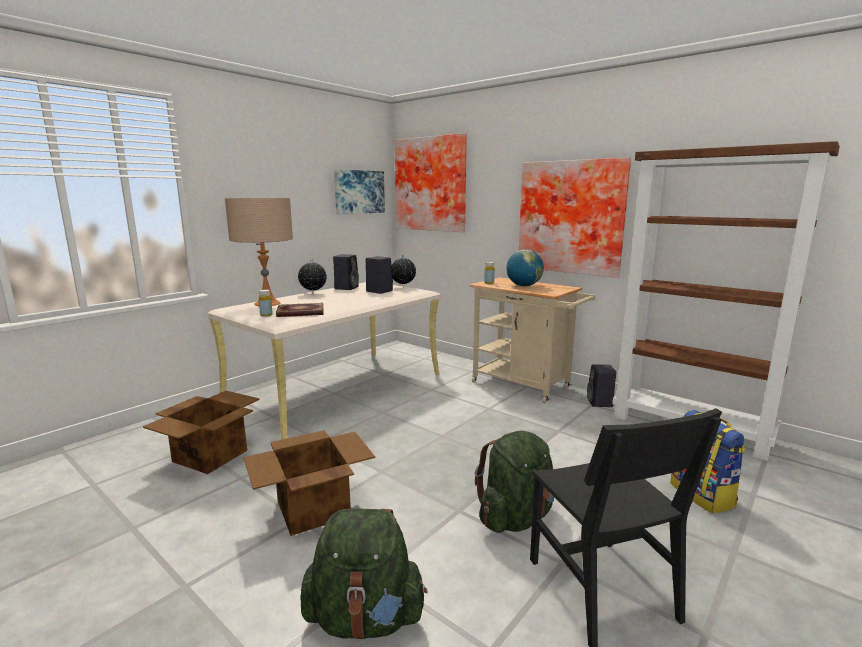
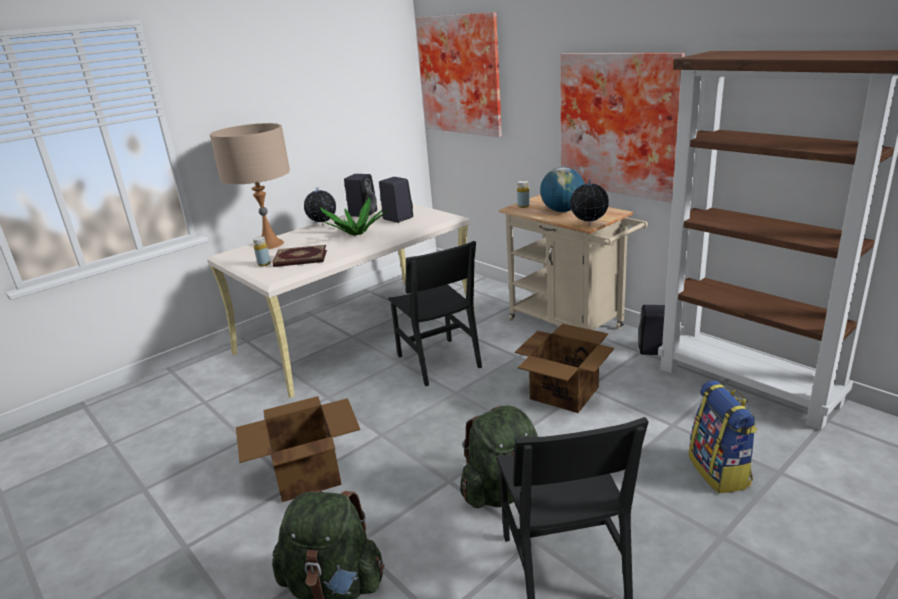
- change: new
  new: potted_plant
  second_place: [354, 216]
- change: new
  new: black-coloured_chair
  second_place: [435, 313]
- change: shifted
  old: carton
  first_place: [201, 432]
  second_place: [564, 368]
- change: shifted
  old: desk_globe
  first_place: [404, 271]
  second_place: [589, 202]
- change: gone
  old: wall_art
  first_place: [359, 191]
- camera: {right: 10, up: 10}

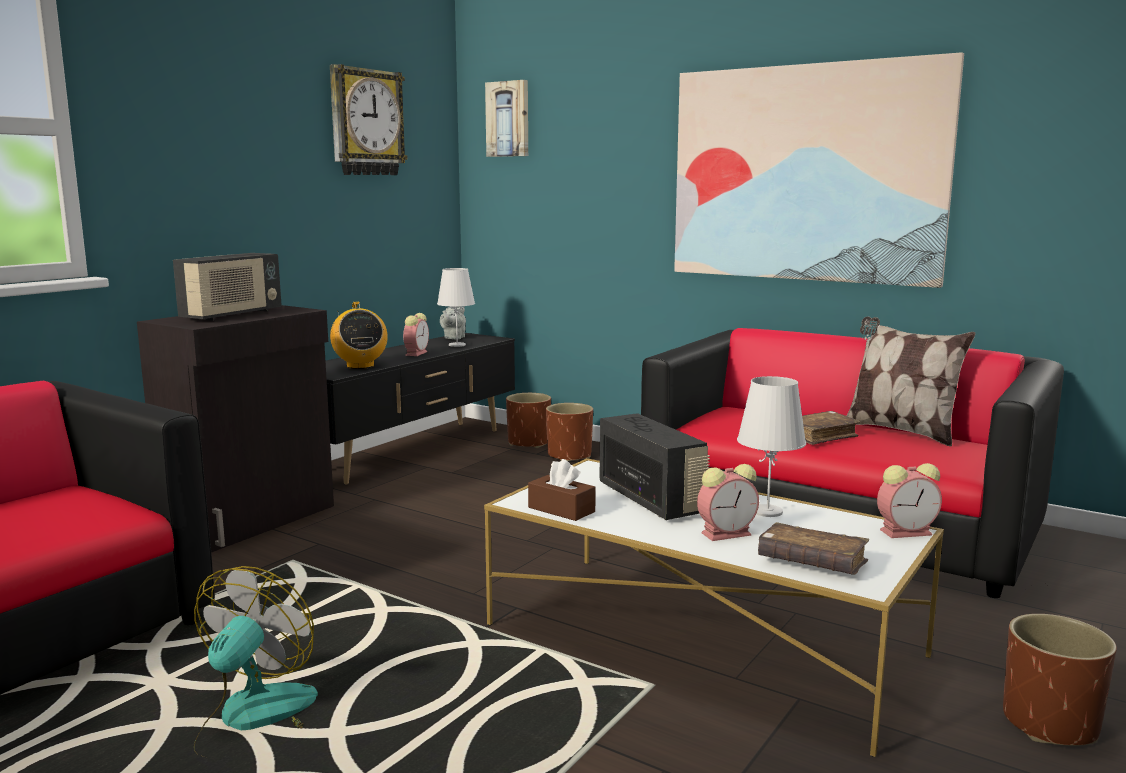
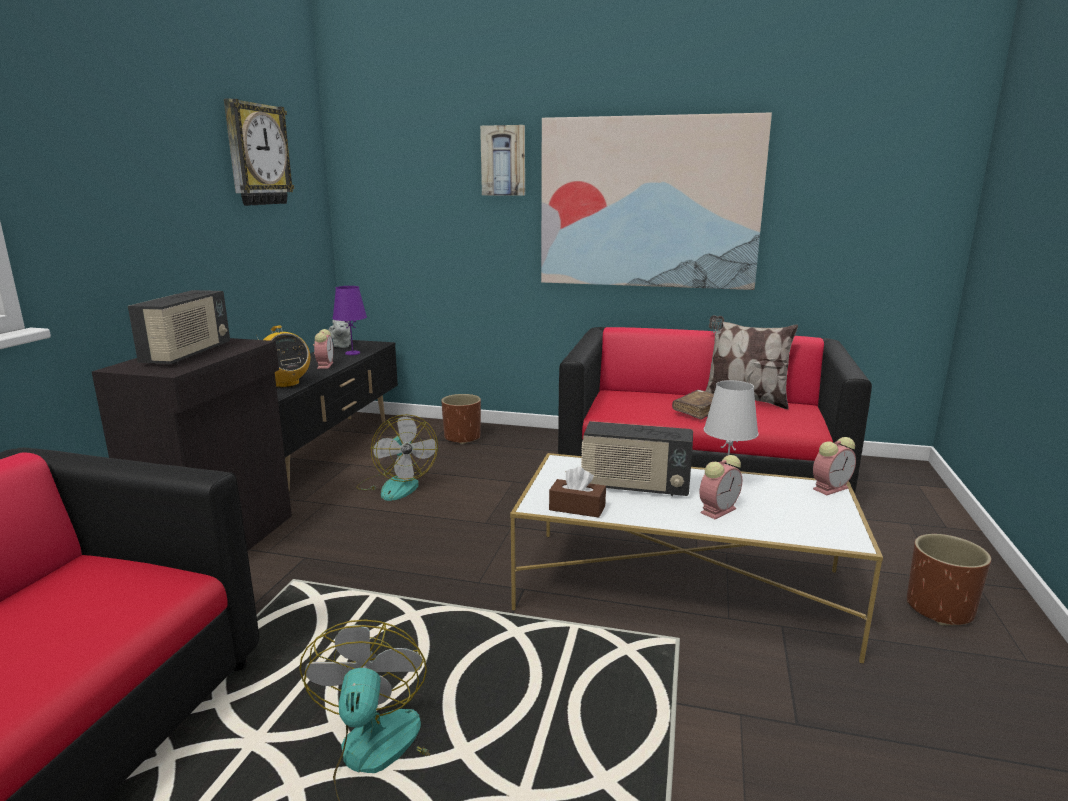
- change: repainted
  old: whitish_lamp_for_a_table
  new: purplish_lamp_for_a_table
  first_place: [456, 307]
  second_place: [349, 320]
- change: new
  new: fan
  second_place: [397, 457]
- change: shifted
  old: wall_art
  first_place: [506, 118]
  second_place: [502, 160]
- change: rotated
  old: radio_receiver
  first_place: [655, 466]
  second_place: [637, 458]
  degrees: 150
- change: gone
  old: brown-coloured_plant_pot
  first_place: [528, 420]
- change: gone
  old: brown-coloured_volume
  first_place: [813, 548]
- camera: {right: -20, up: 5}

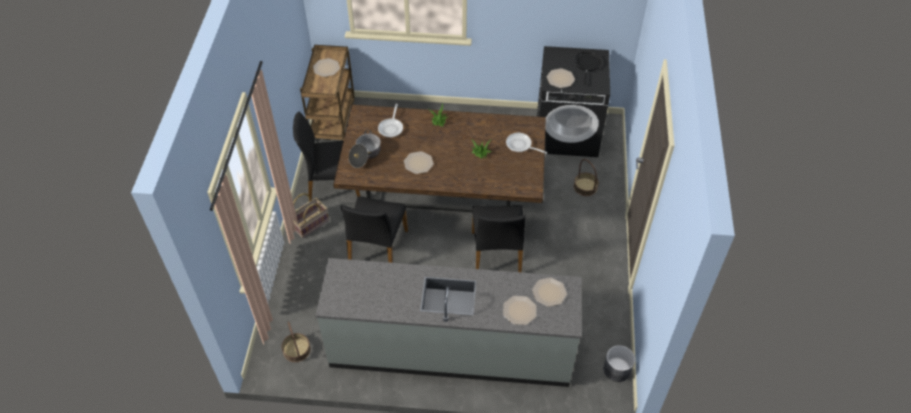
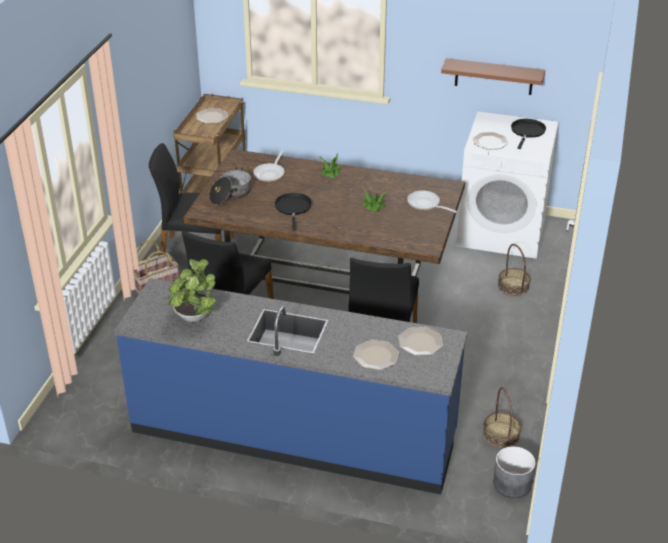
- change: repainted
  old: gray_counter
  new: blue_counter
  first_place: [449, 322]
  second_place: [290, 386]
- change: new
  new: potted_plant
  second_place: [189, 290]
- change: swapped
  old: dinner_plate
  new: black-coloured_frying_pan
  first_place: [419, 162]
  second_place: [293, 211]
- change: new
  new: brown-coloured_wall_shelf
  second_place: [493, 76]
- change: repainted
  old: black-coloured_laundry_machine
  new: whitish_laundry_machine
  first_place: [573, 101]
  second_place: [507, 185]
- change: shifted
  old: household_basket
  first_place: [296, 341]
  second_place: [502, 417]
- camera: {right: 10, up: -15}

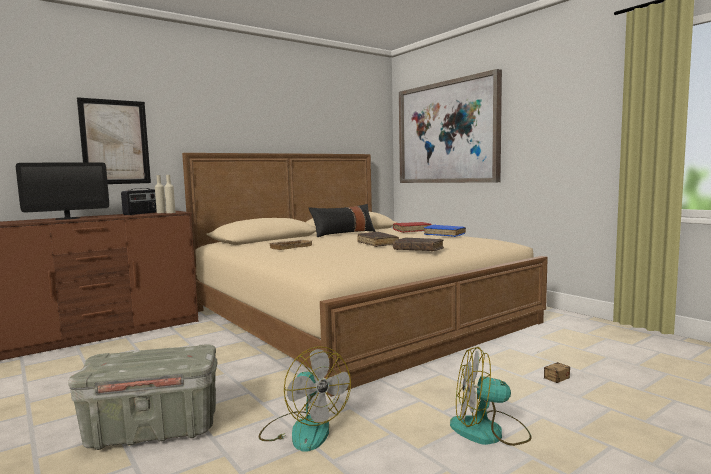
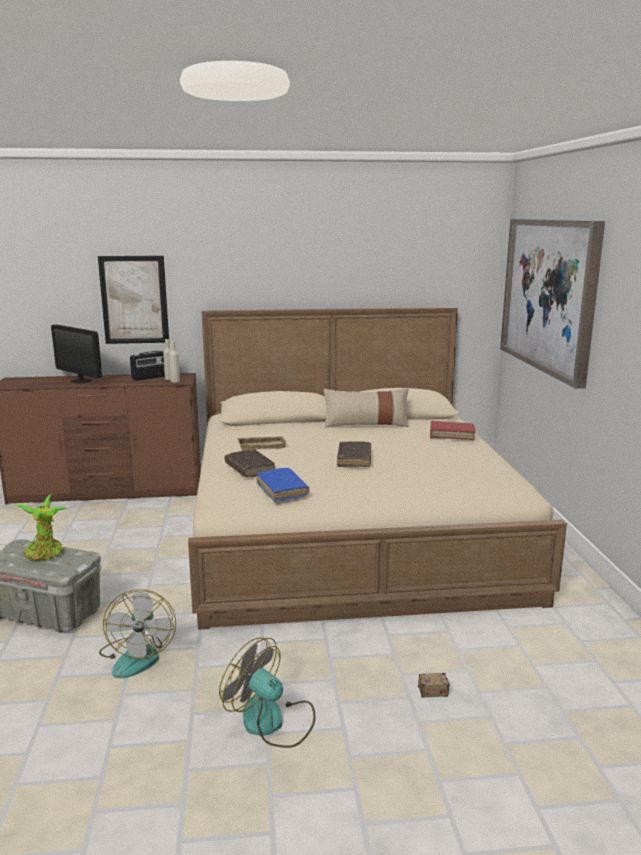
- change: new
  new: potted_plant
  second_place: [40, 527]
- change: rotated
  old: monitor
  first_place: [62, 191]
  second_place: [76, 353]
  degrees: 45
- change: shifted
  old: brown-coloured_volume
  first_place: [418, 244]
  second_place: [250, 463]
- change: shifted
  old: blue_volume
  first_place: [445, 230]
  second_place: [283, 485]
- change: repainted
  old: black-coloured_cushion
  new: beige_cushion
  first_place: [342, 220]
  second_place: [366, 408]
- camera: {right: 30, up: 10}

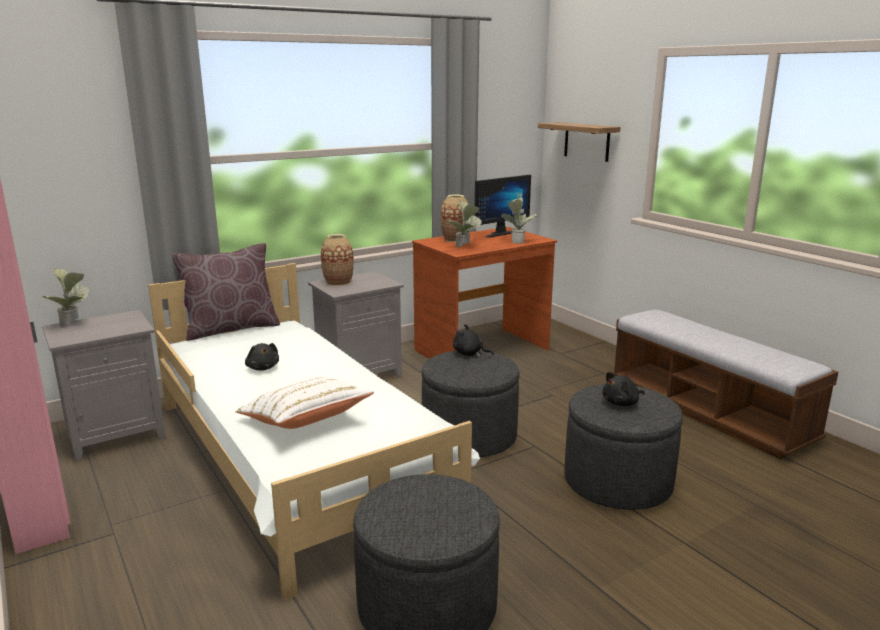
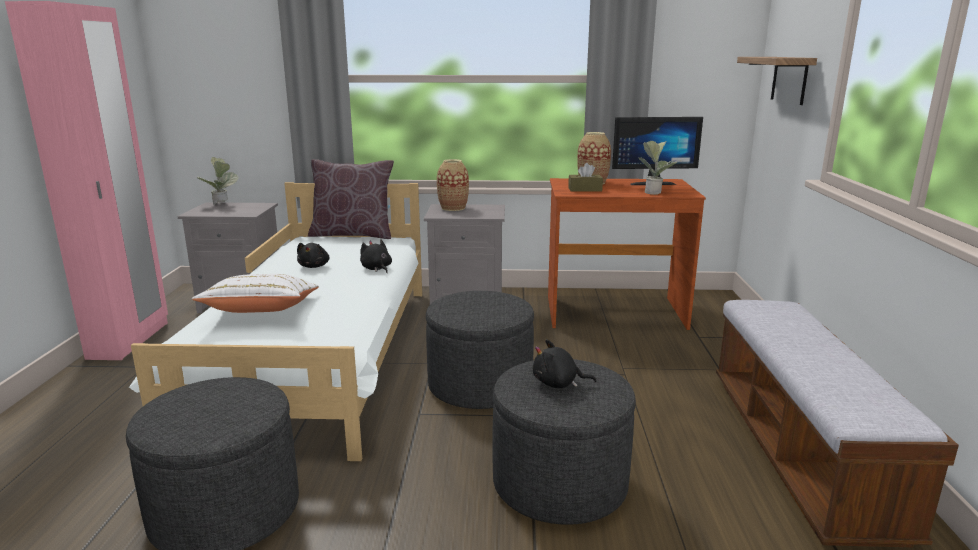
- change: shifted
  old: black-coloured_soft_toy
  first_place: [473, 340]
  second_place: [376, 256]
- change: swapped
  old: potted_plant
  new: brown-coloured_tissue_box
  first_place: [464, 223]
  second_place: [585, 177]
- camera: {right: 35, up: 0}

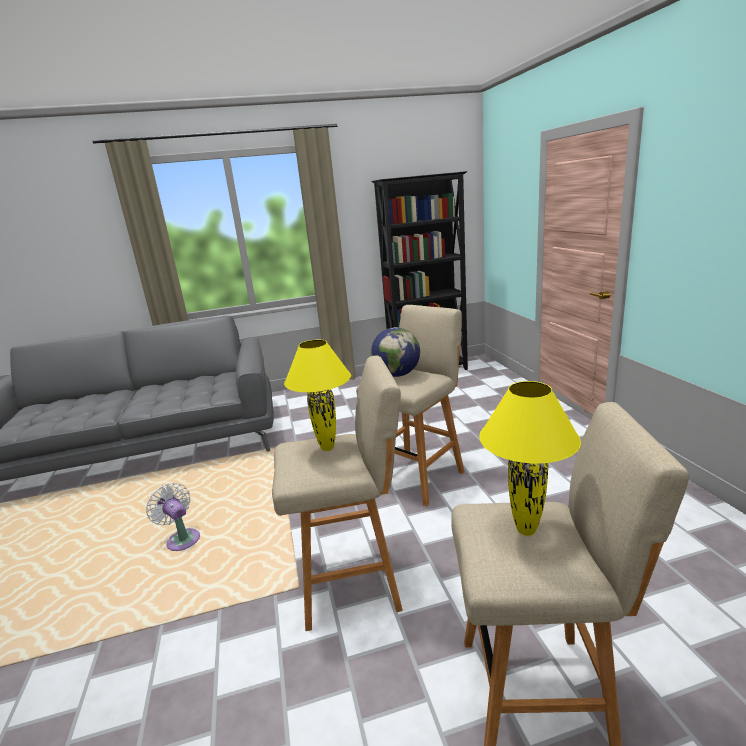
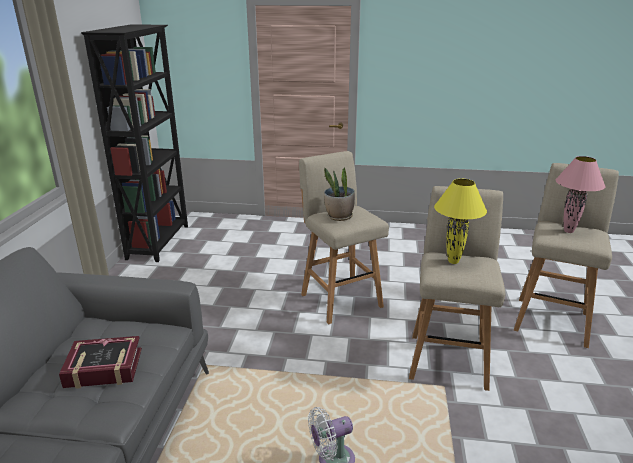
- change: new
  new: volume
  second_place: [100, 362]
- change: swapped
  old: desk_globe
  new: potted_plant
  first_place: [395, 352]
  second_place: [339, 194]
- change: repainted
  old: yellow-coloured_lamp_for_a_table
  new: pink_lamp_for_a_table
  first_place: [530, 458]
  second_place: [581, 194]
- camera: {right: -70, up: 5}

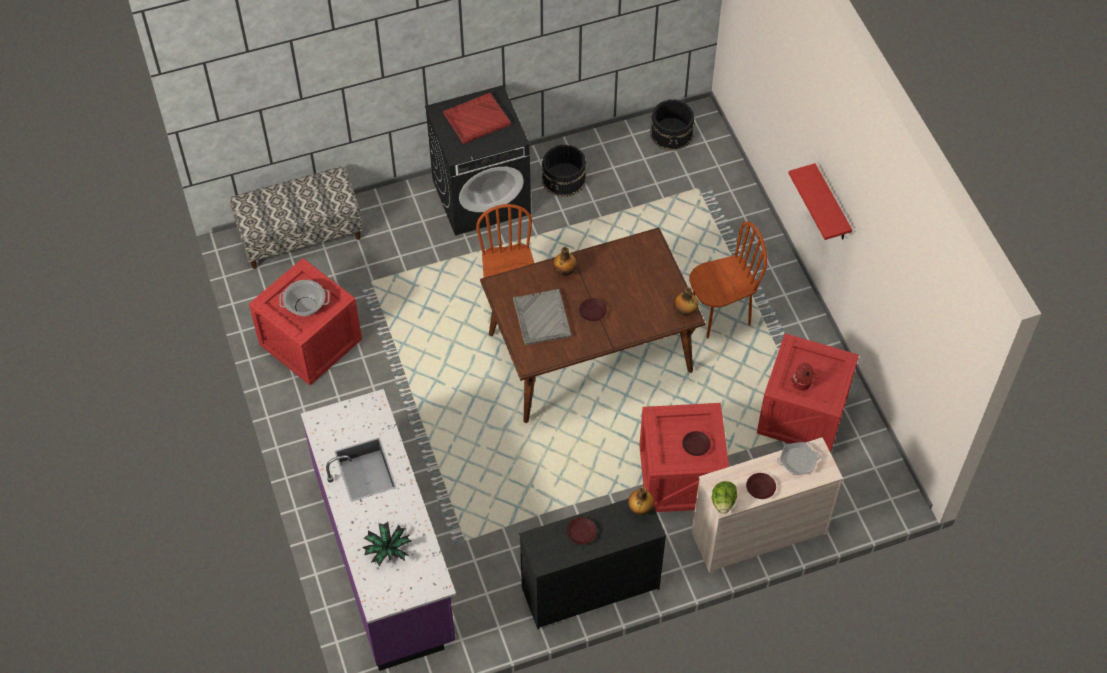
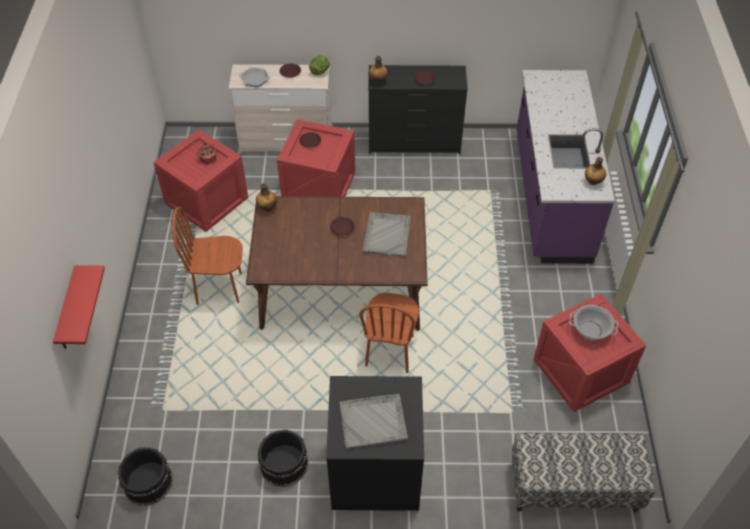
- change: shifted
  old: red-coloured_wall_shelf
  first_place: [820, 201]
  second_place: [79, 307]
- change: repainted
  old: red-coloured_carrying_tray
  new: gray_carrying_tray
  first_place: [477, 118]
  second_place: [373, 421]
- change: shifted
  old: beverage_bottle
  first_place: [565, 262]
  second_place: [595, 171]
- change: gone
  old: potted_plant
  first_place: [387, 544]
- camera: {right: -160, up: -5}

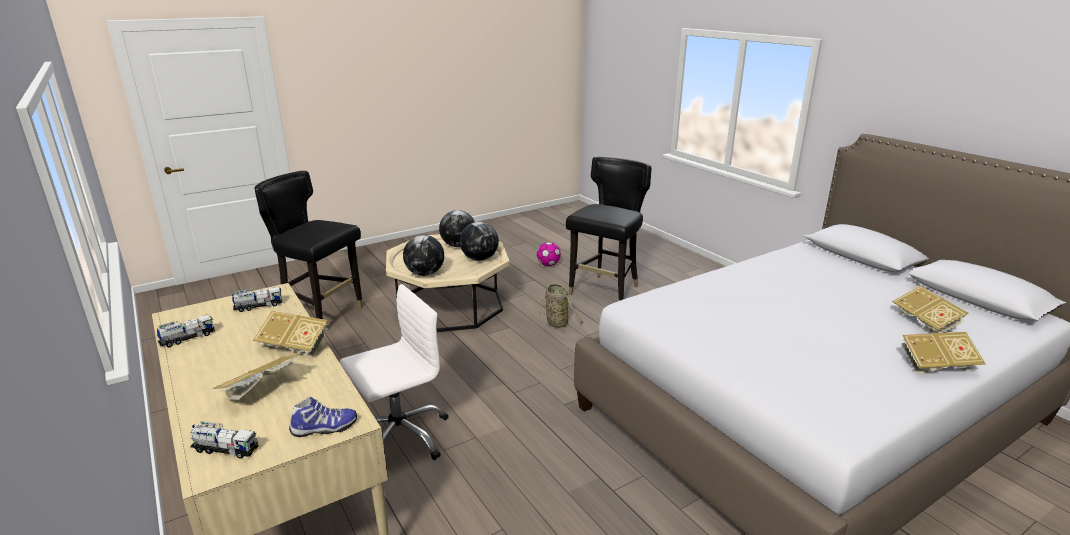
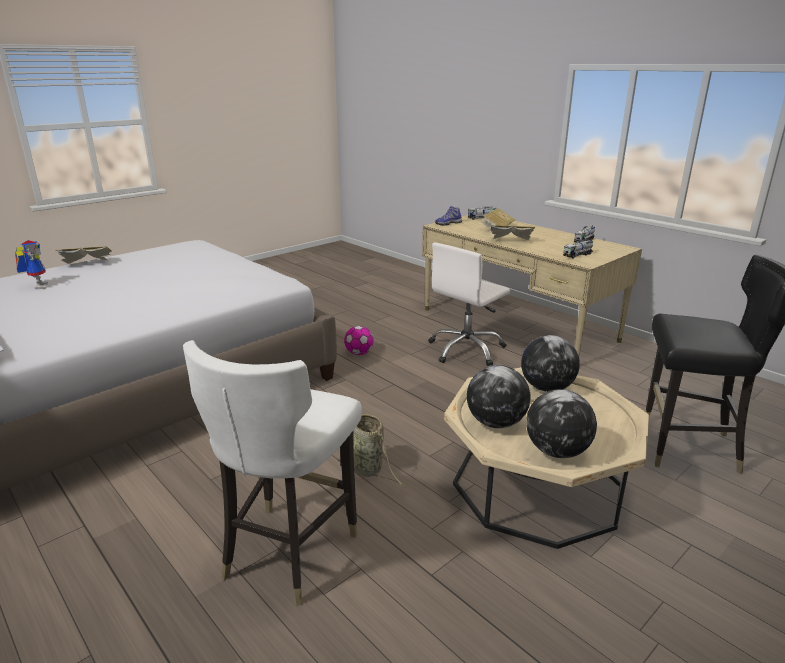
- change: swapped
  old: volume
  new: toy_robot
  first_place: [930, 309]
  second_place: [31, 264]
- change: repainted
  old: black-coloured_chair
  new: whitish_chair
  first_place: [609, 229]
  second_place: [272, 472]
- change: shifted
  old: ball_for_football
  first_place: [549, 254]
  second_place: [359, 340]
- camera: {right: 170, up: 0}

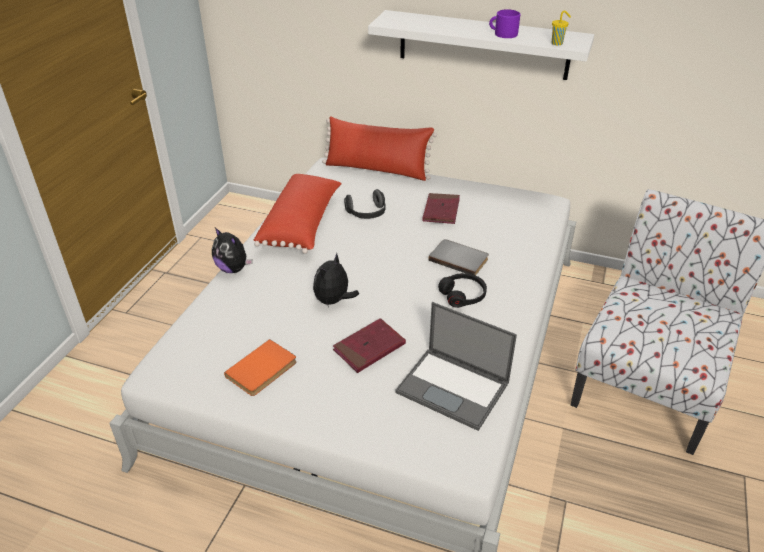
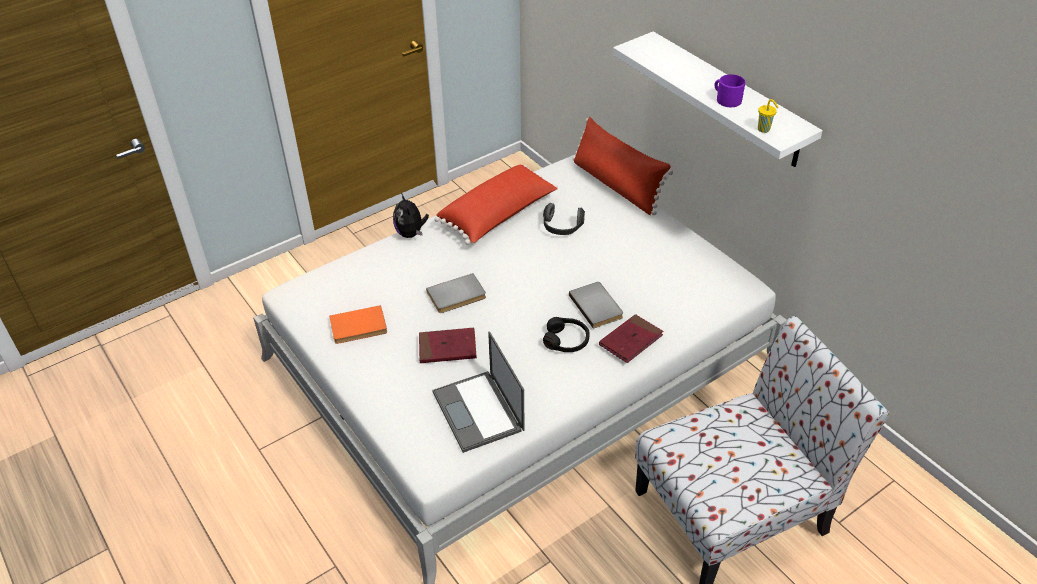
- change: swapped
  old: soft_toy
  new: gray_volume
  first_place: [336, 280]
  second_place: [456, 293]
- change: shifted
  old: red-coloured_volume
  first_place: [441, 208]
  second_place: [631, 338]
- camera: {right: 35, up: 5}

